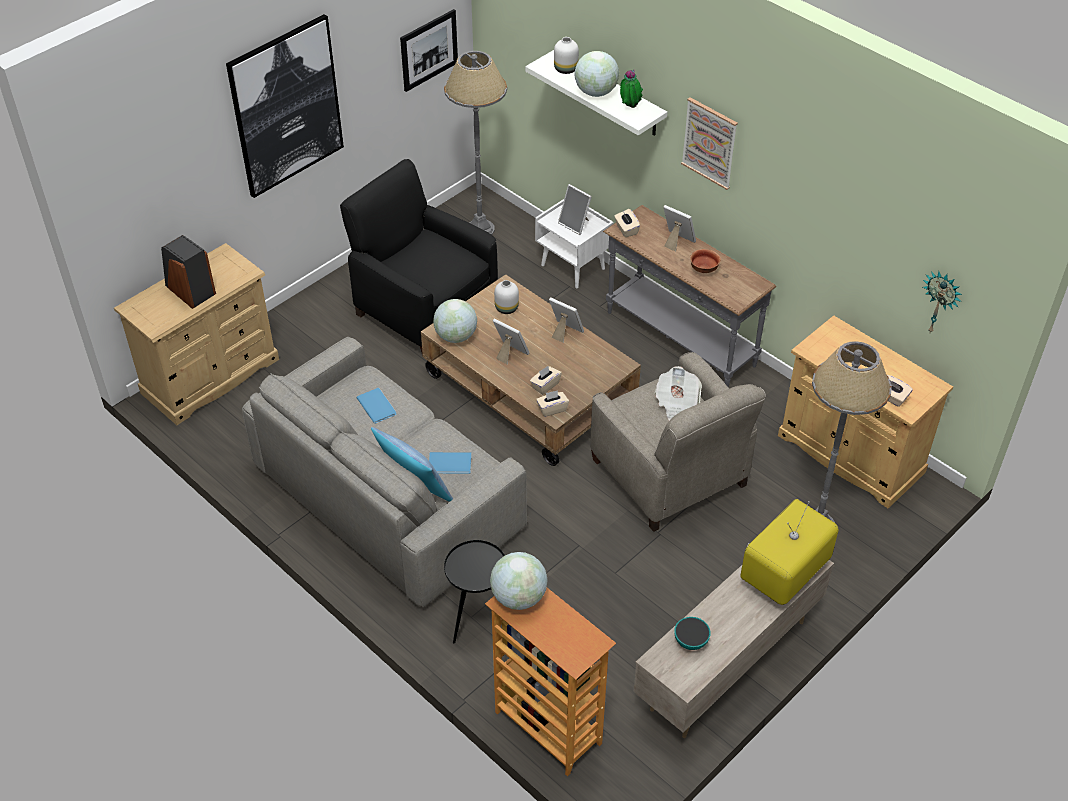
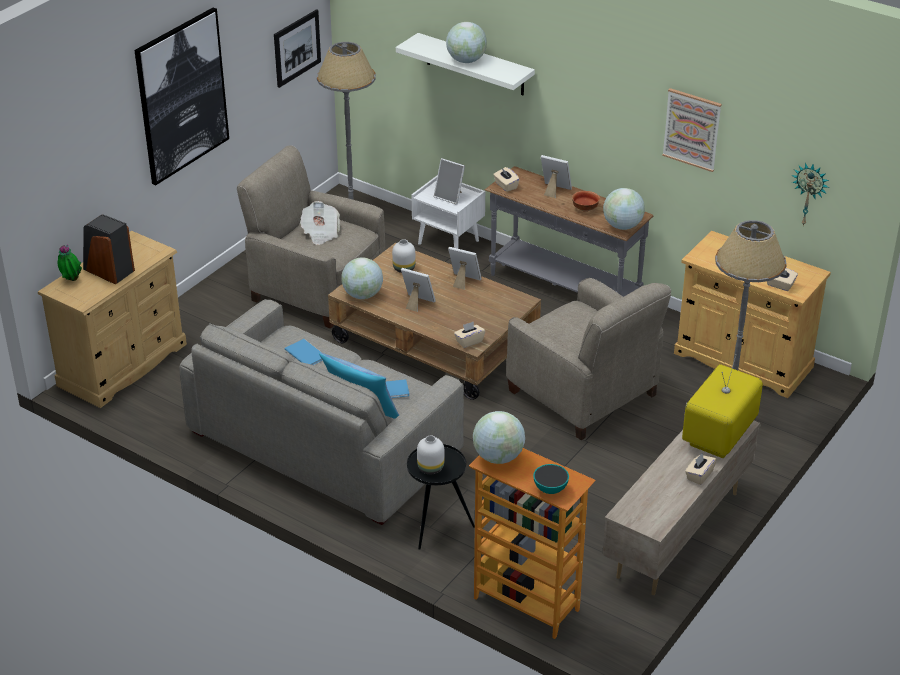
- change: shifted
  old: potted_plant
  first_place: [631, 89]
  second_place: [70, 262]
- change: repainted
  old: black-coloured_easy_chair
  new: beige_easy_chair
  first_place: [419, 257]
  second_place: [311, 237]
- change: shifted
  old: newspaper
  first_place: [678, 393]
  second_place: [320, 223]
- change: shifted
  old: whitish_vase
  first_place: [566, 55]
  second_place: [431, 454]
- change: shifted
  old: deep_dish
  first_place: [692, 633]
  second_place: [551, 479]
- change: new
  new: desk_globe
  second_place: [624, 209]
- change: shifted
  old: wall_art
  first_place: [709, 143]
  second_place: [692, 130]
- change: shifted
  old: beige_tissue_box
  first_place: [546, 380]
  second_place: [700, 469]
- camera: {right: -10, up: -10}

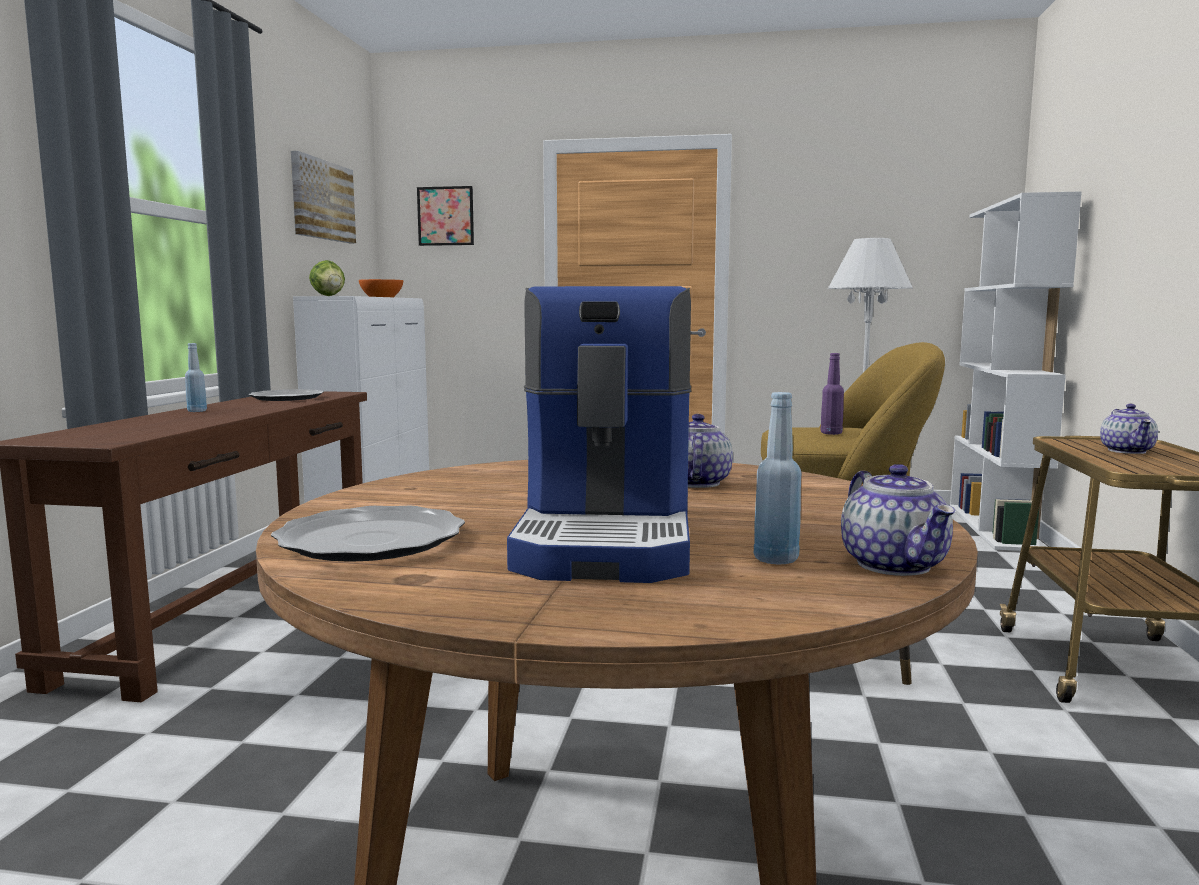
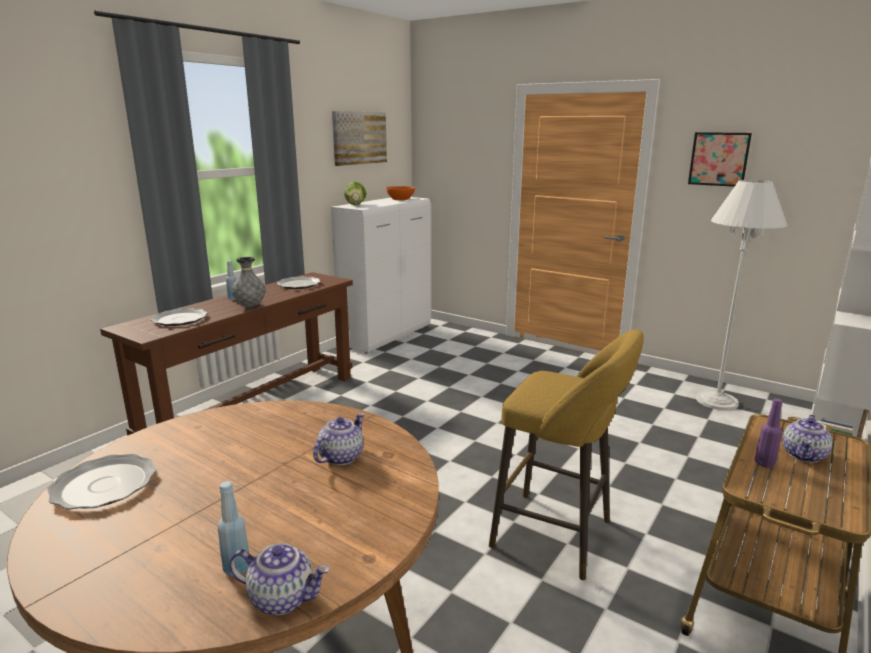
- change: new
  new: dinner_plate
  second_place: [179, 317]
- change: rotated
  old: pot_for_tea
  first_place: [898, 520]
  second_place: [279, 579]
  degrees: -90
- change: new
  new: gray_vase
  second_place: [249, 282]
- change: shifted
  old: wall_art
  first_place: [445, 216]
  second_place: [720, 159]
- change: shifted
  old: purplish_beverage_bottle
  first_place: [832, 394]
  second_place: [769, 433]
- change: gone
  old: coffee_maker
  first_place: [599, 434]
- camera: {right: 25, up: 10}

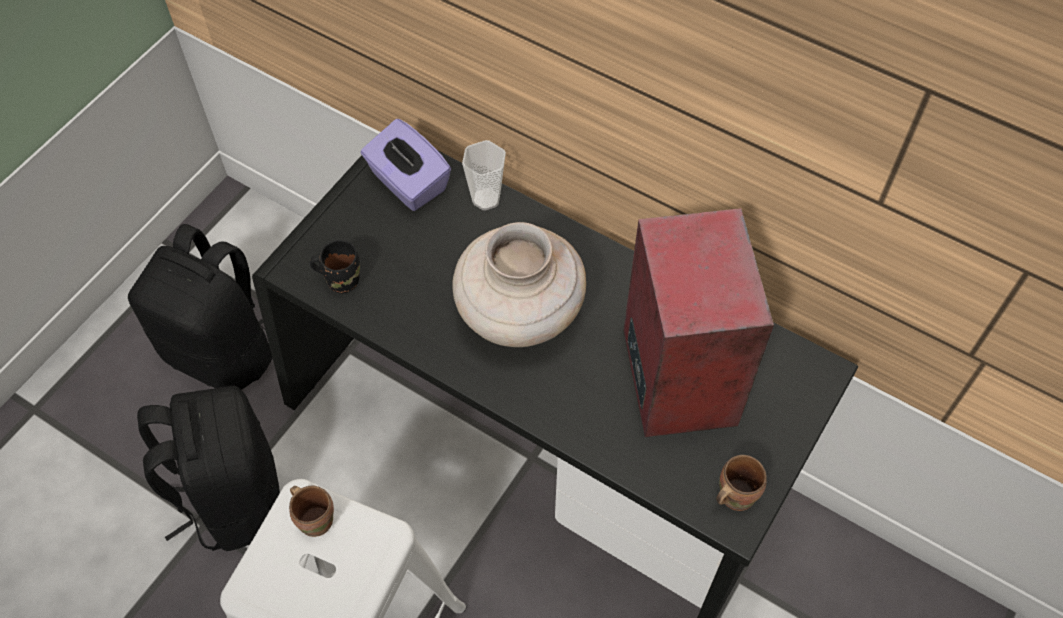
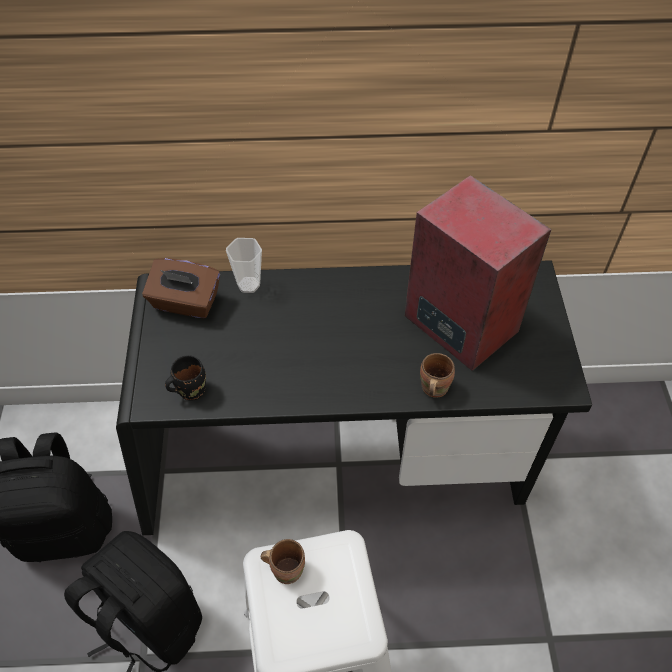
- change: repainted
  old: purplish_tissue_box
  new: brown-coloured_tissue_box
  first_place: [406, 165]
  second_place: [181, 288]
- change: shifted
  old: brown-coloured_tea_mug
  first_place: [741, 483]
  second_place: [437, 375]
- change: gone
  old: beige_vase
  first_place: [519, 284]
- camera: {right: -35, up: -5}

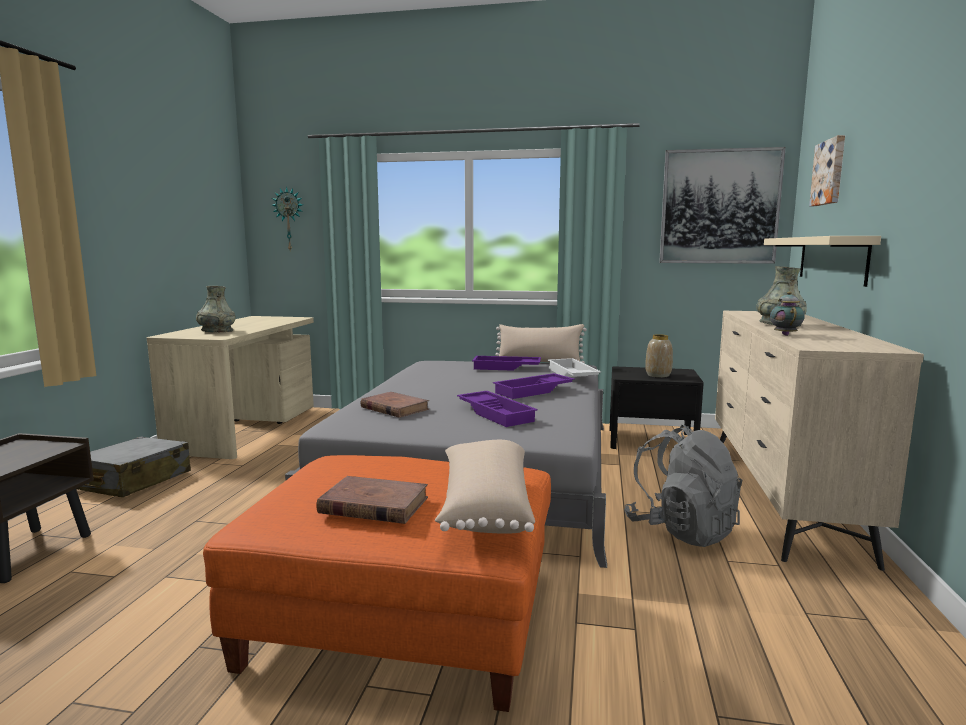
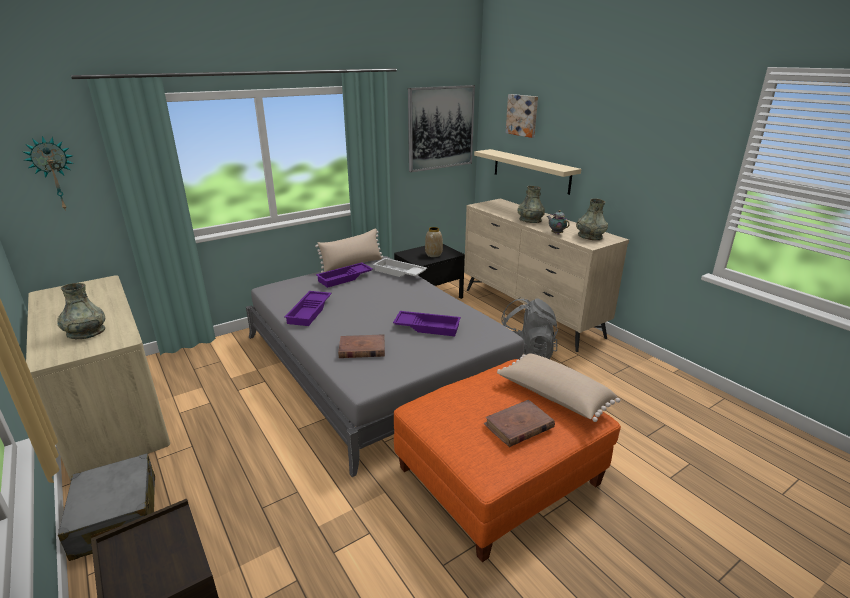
- change: shifted
  old: purplish_carrying_tray
  first_place: [534, 386]
  second_place: [308, 308]
- change: new
  new: gray_vase
  second_place: [592, 219]
- camera: {right: -45, up: 15}

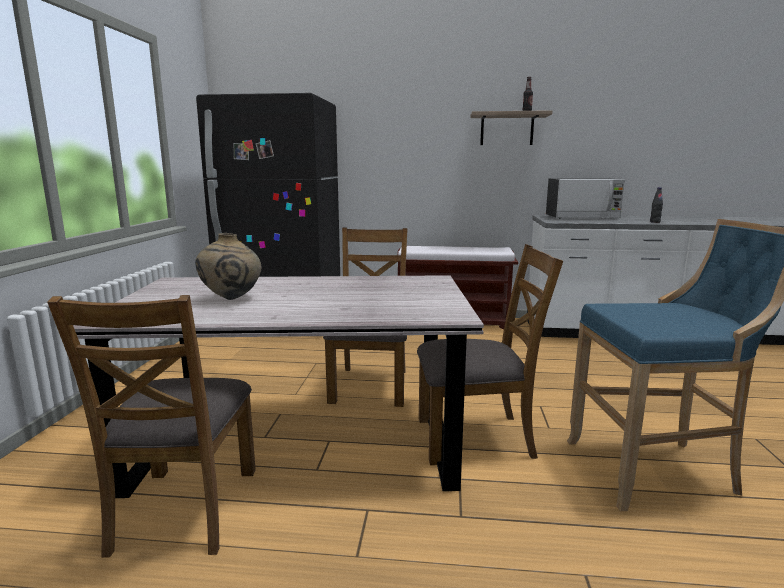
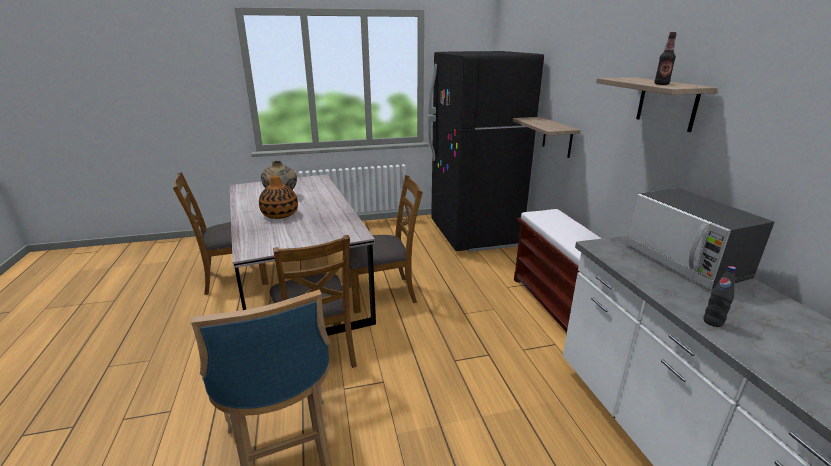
- change: new
  new: vase
  second_place: [278, 197]
- change: new
  new: wall_shelf
  second_place: [547, 137]
- camera: {right: 70, up: 10}

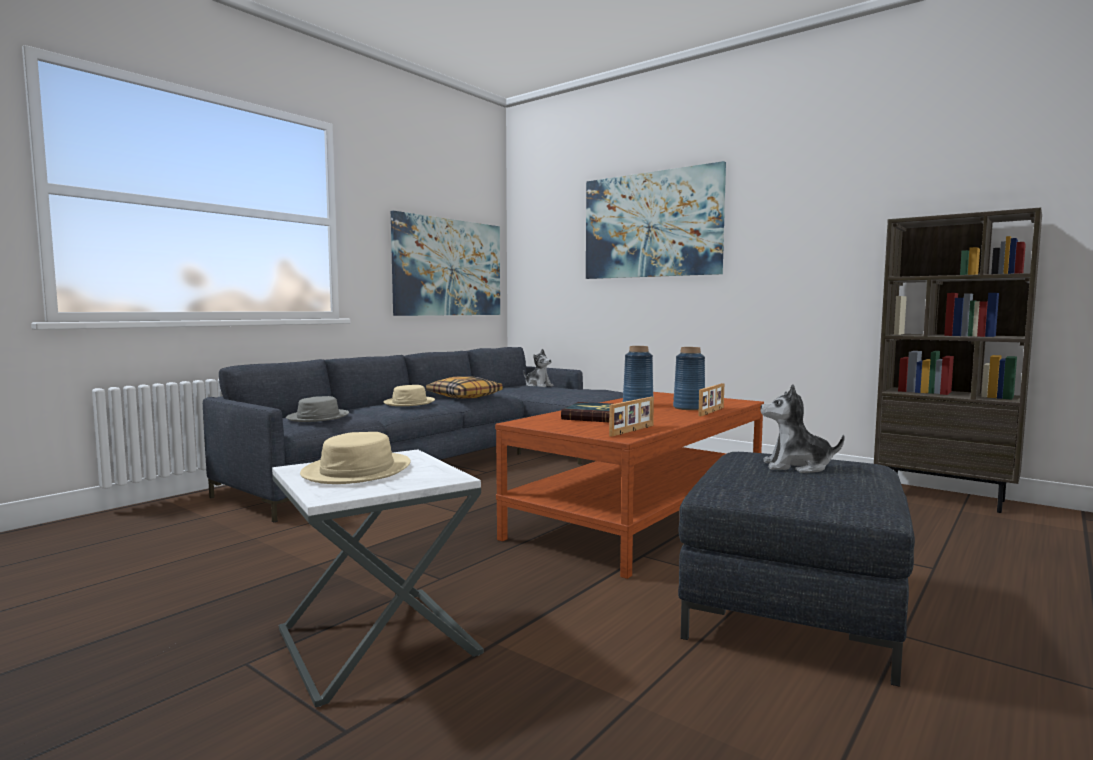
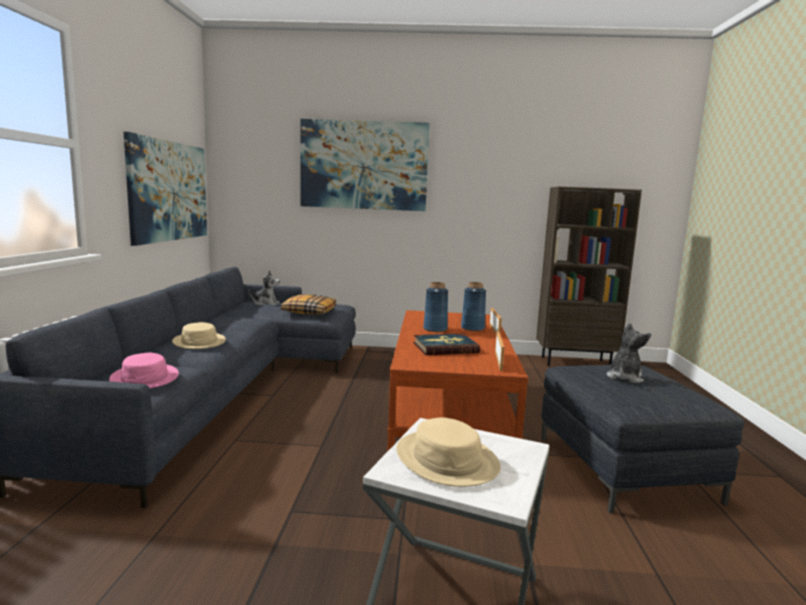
- change: repainted
  old: gray_hat
  new: pink_hat
  first_place: [317, 409]
  second_place: [144, 370]
- change: shifted
  old: cushion
  first_place: [464, 387]
  second_place: [308, 304]
- change: rotated
  old: soft_toy
  first_place: [802, 429]
  second_place: [628, 352]
  degrees: 150
- camera: {right: -35, up: 5}

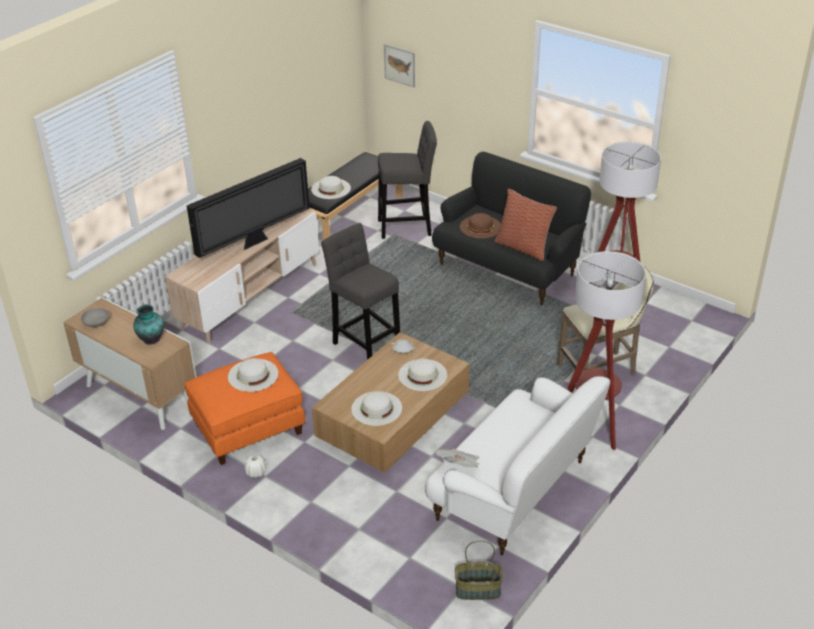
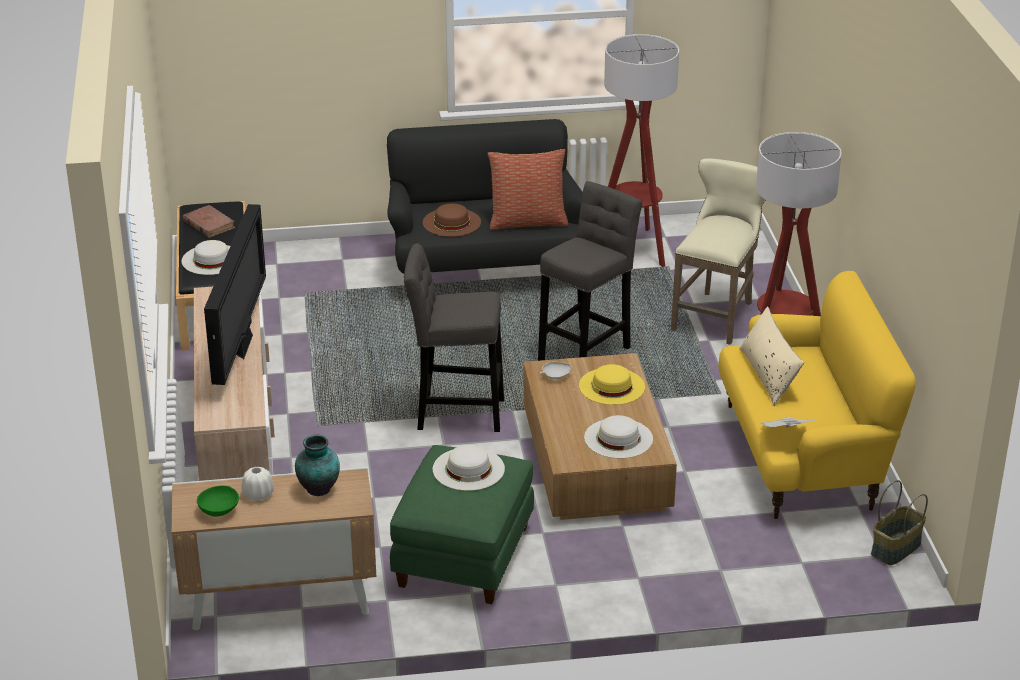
- change: new
  new: brown-coloured_volume
  second_place: [209, 221]
- change: repainted
  old: gray_deep_dish
  new: green-coloured_deep_dish
  first_place: [95, 317]
  second_place: [218, 501]
- change: shifted
  old: whitish_vase
  first_place: [255, 466]
  second_place: [257, 484]
- change: repainted
  old: orange-coloured_footrest
  new: green-coloured_footrest
  first_place: [245, 408]
  second_place: [462, 524]
- change: shifted
  old: gray_stool_seat
  first_place: [407, 180]
  second_place: [590, 271]
- change: repainted
  old: whitish_hat
  new: yellow-coloured_hat
  first_place: [422, 374]
  second_place: [612, 384]
- change: repainted
  old: whitish_sofa
  new: yellow-coloured_sofa
  first_place: [517, 465]
  second_place: [817, 395]
- change: new
  new: beige_cushion
  second_place: [771, 356]
- change: gone
  old: wall_art
  first_place: [399, 65]
- camera: {right: -45, up: -5}

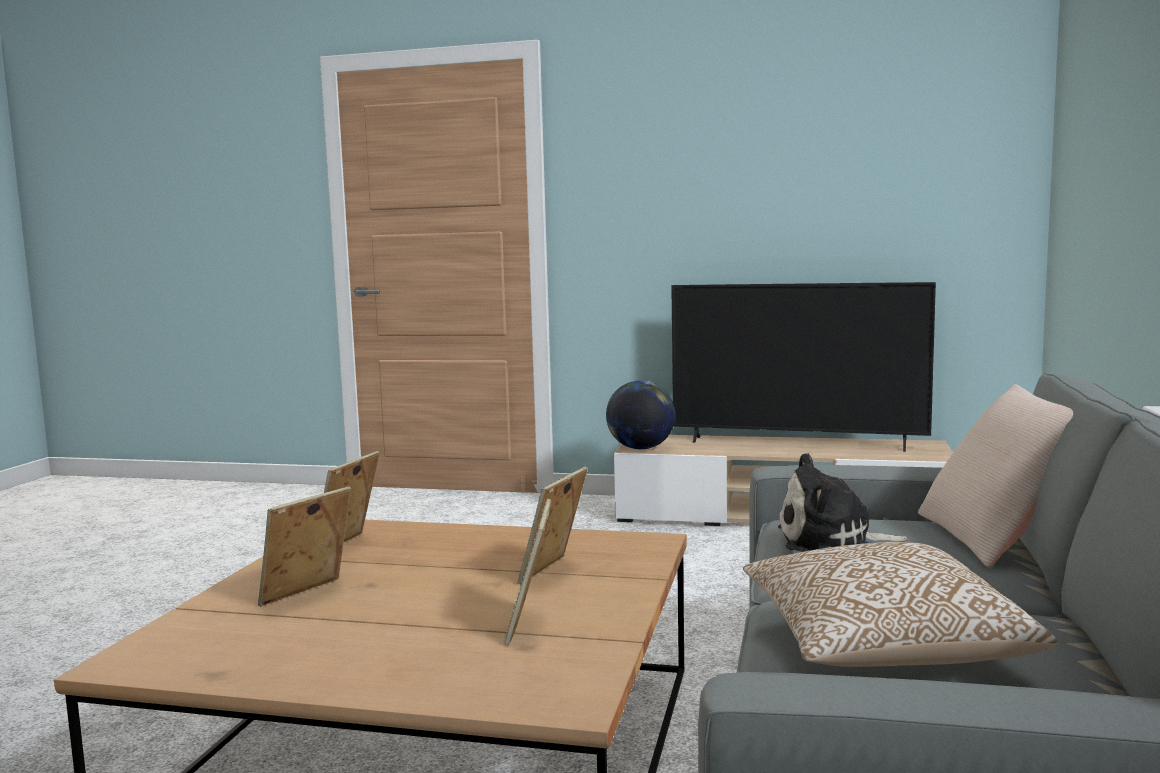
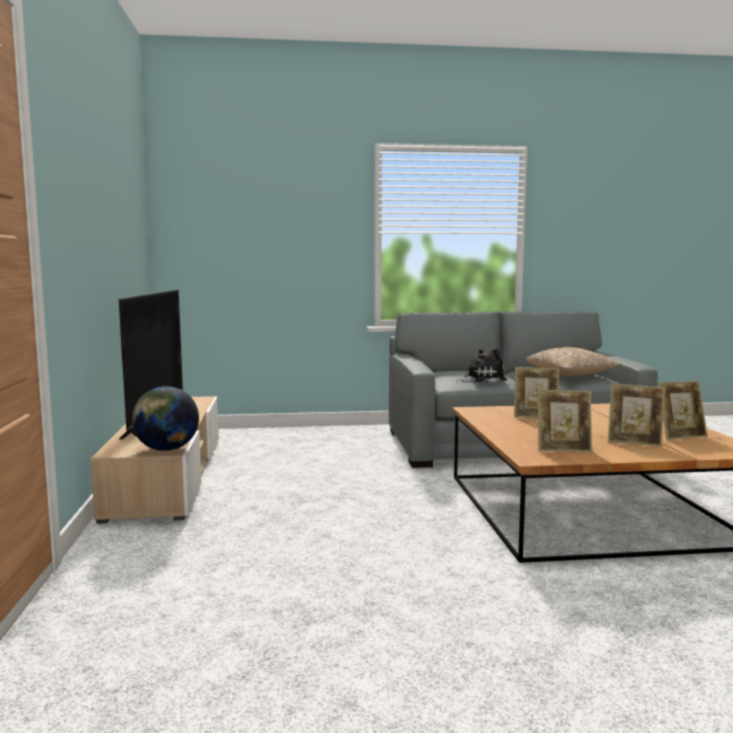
- change: rotated
  old: soft_toy
  first_place: [843, 502]
  second_place: [481, 365]
  degrees: -90
- change: shifted
  old: photo_frame
  first_place: [527, 572]
  second_place: [683, 410]
- change: gone
  old: beige_cushion
  first_place: [995, 476]
- camera: {right: -110, up: 0}

